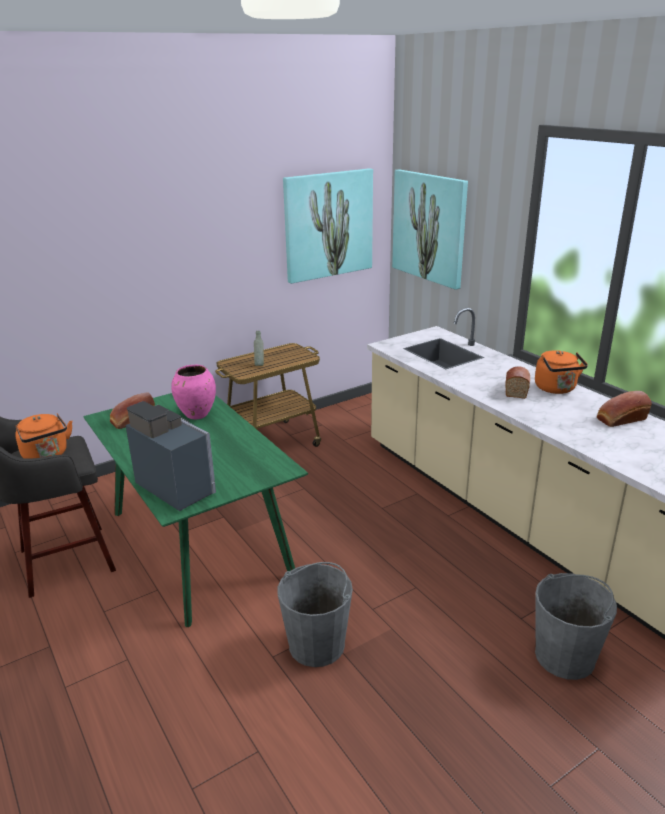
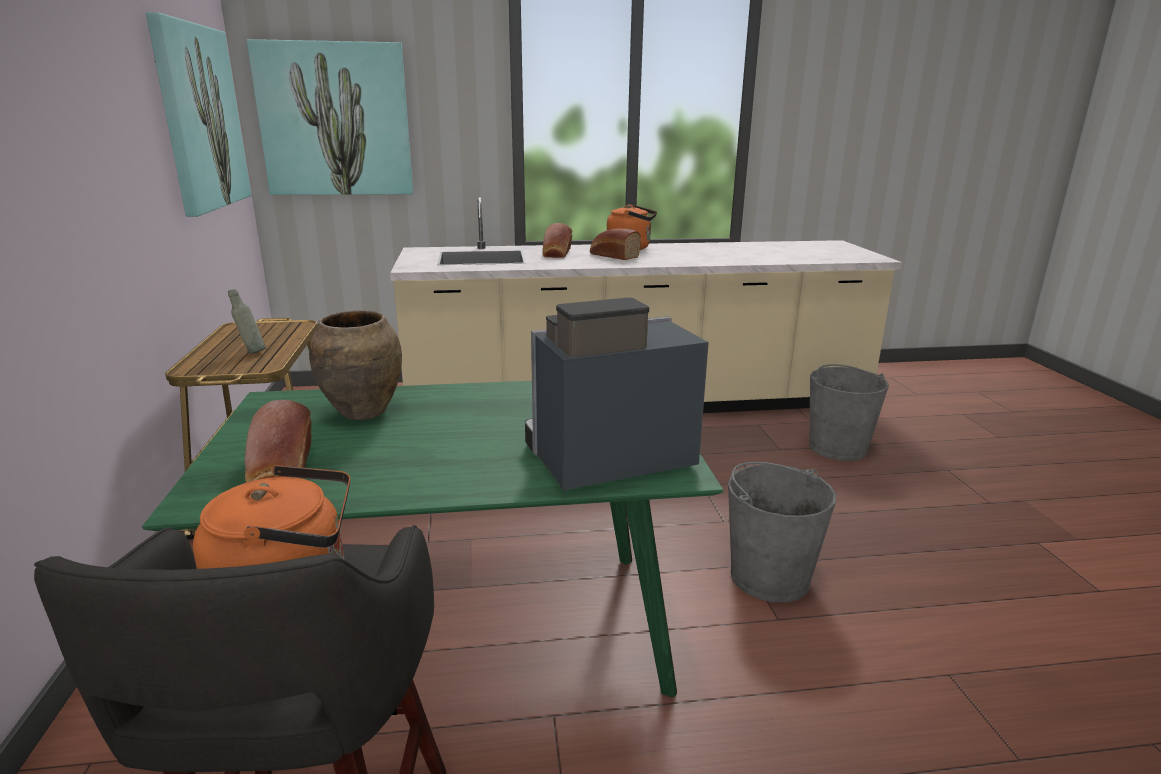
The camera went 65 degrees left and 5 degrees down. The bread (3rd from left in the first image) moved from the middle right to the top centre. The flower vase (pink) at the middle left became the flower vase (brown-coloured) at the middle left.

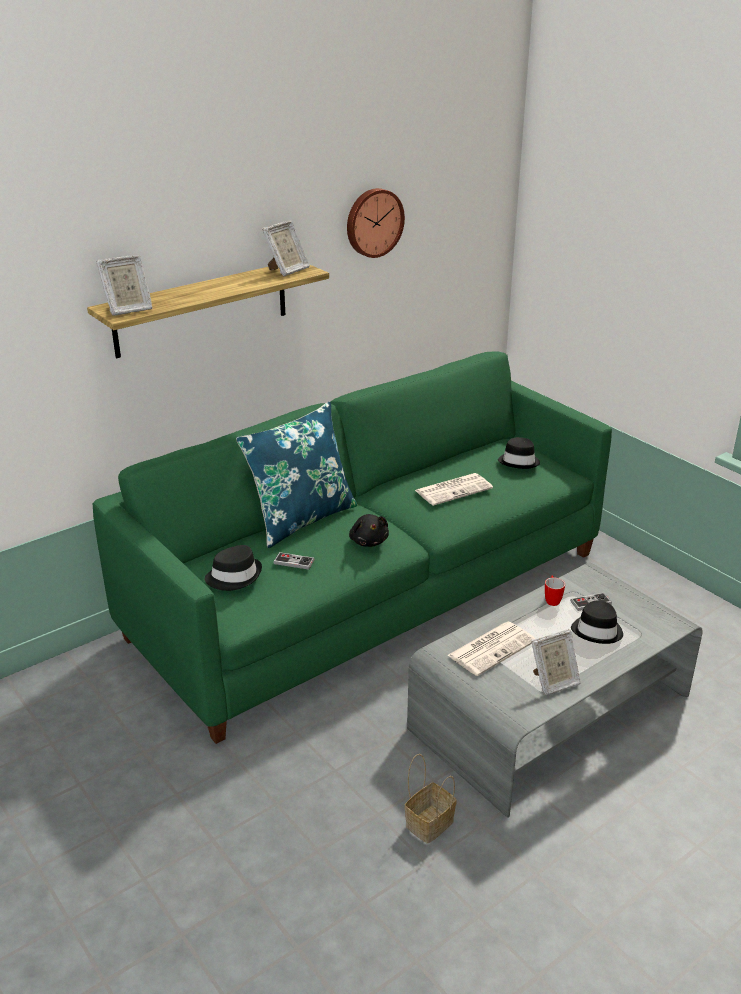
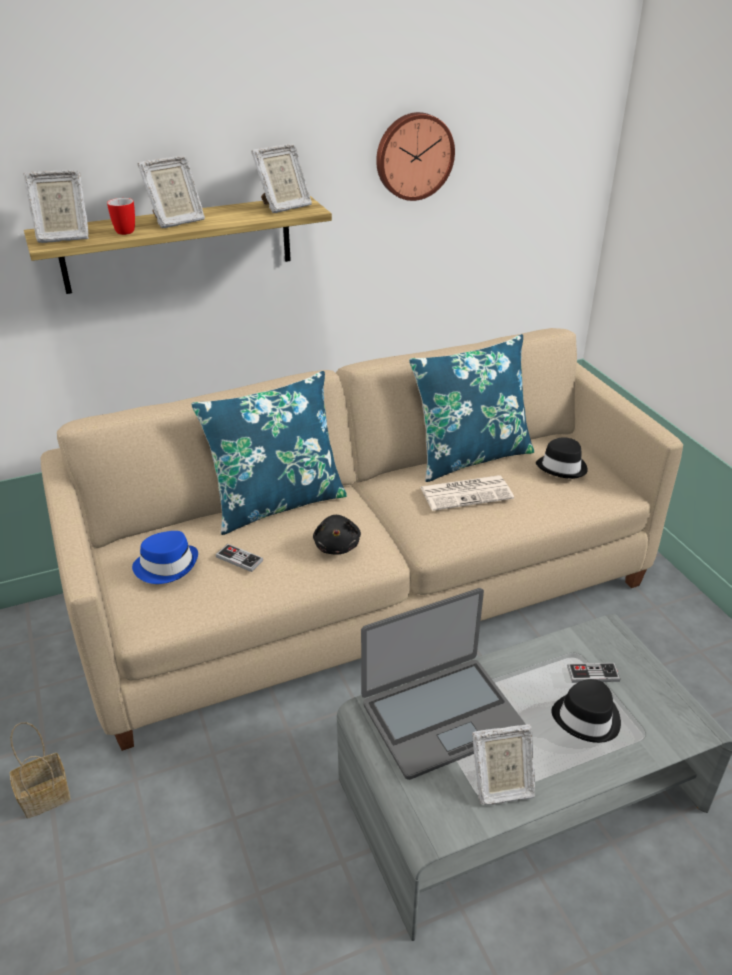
The camera went 15 degrees right and 5 degrees up. The picture frame (2nd from left) at the top left appeared. The throw pillow (bluish) (2nd from left) at the centre appeared. The basket moved from the bottom centre to the bottom left. The mug moved from the middle right to the top left. The daily paper (2nd from left) at the centre was replaced by the notebook computer at the bottom centre. The settee (greenish) at the centre became the settee (beige-coloured) at the centre. The wearable hat (black) (1st from left) at the middle left became the wearable hat (bluish) at the middle left.

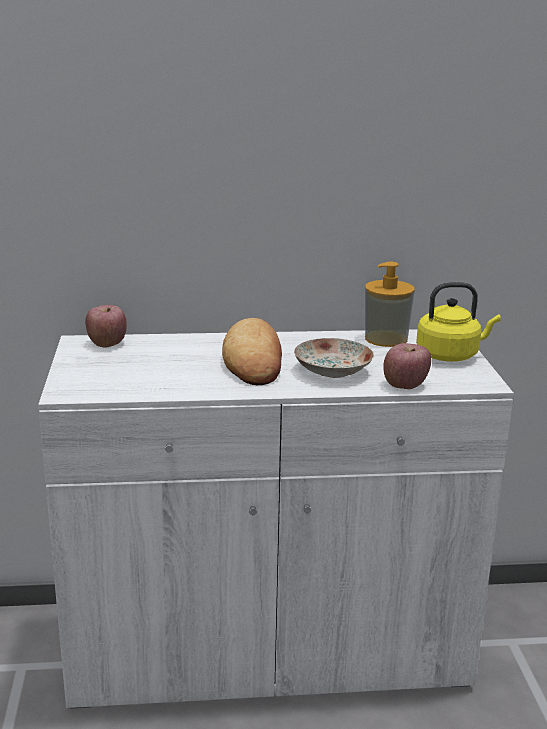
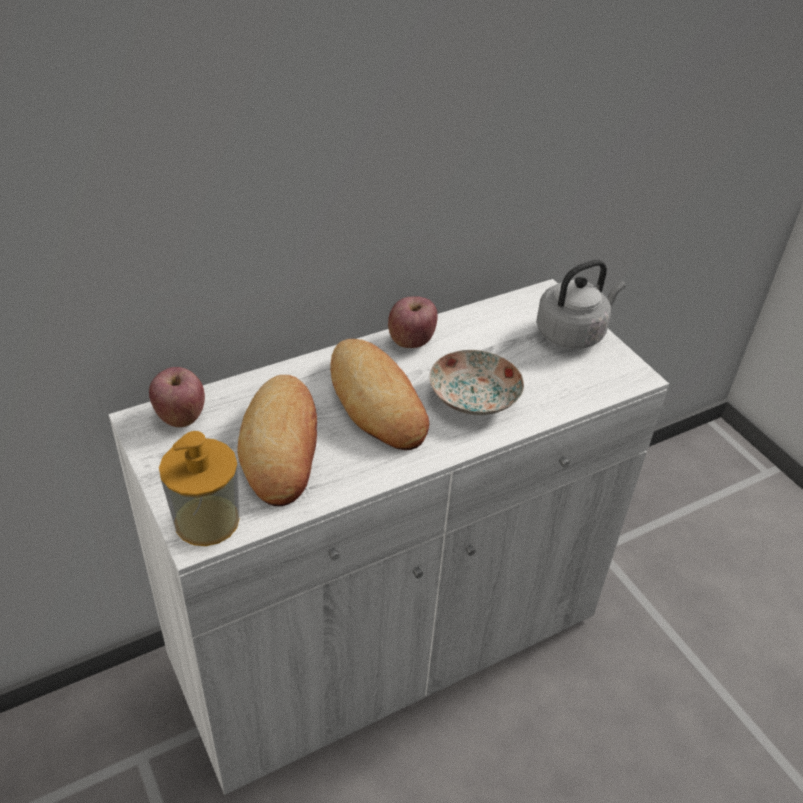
The camera went 25 degrees left and 20 degrees up. The bread (1st from left) at the centre appeared. The soap bottle moved from the middle right to the middle left. The apple (2nd from left) moved from the middle right to the centre. The tea kettle (yellowish) at the middle right became the tea kettle (grey) at the middle right.

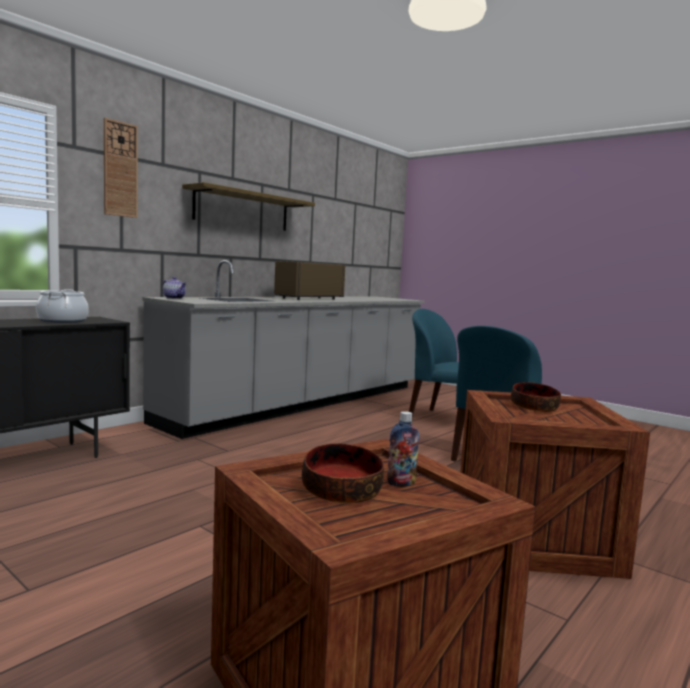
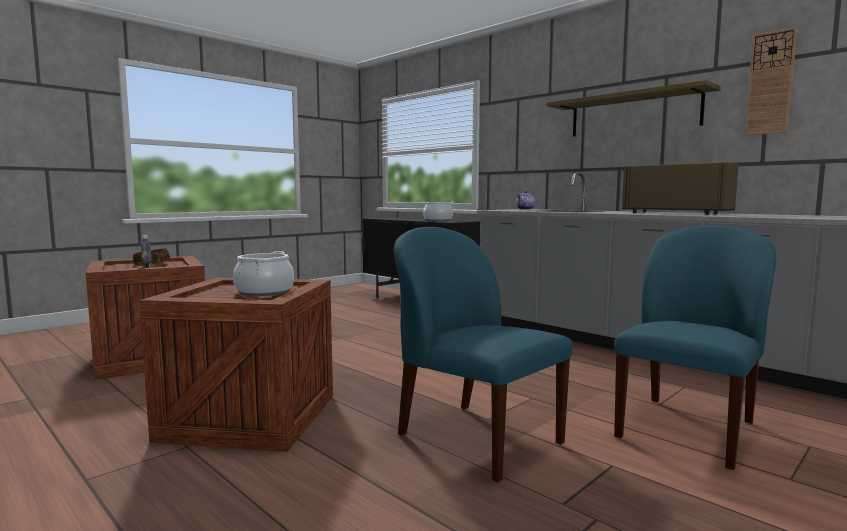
The camera went 95 degrees right and 0 degrees up. The wall clock moved from the top left to the top right. The deep dish (2nd from left) at the middle right was replaced by the cooking pot (1st from left) at the middle left.

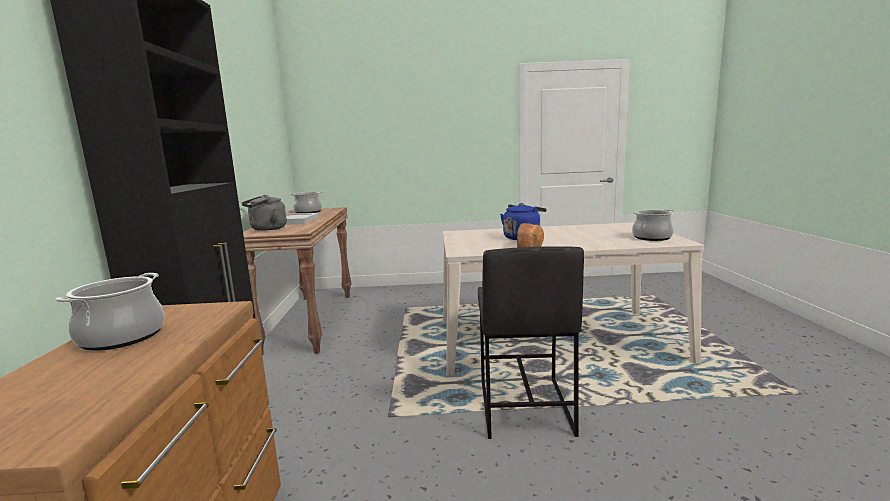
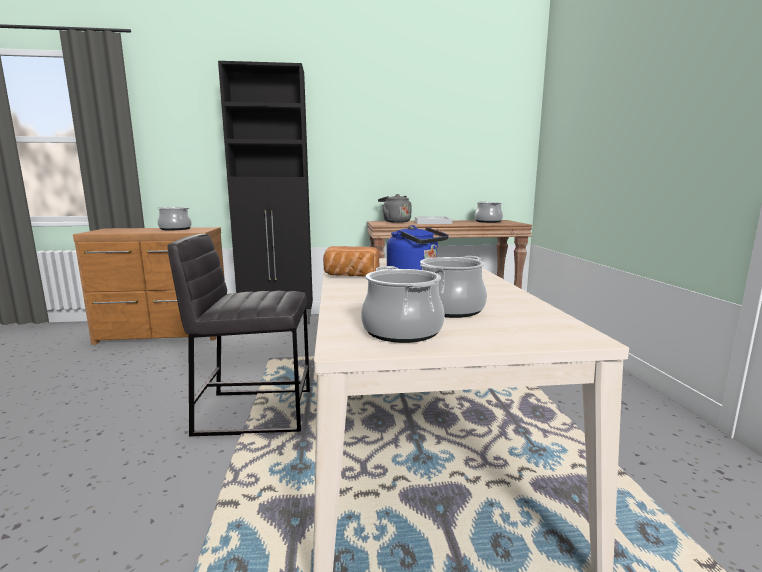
The camera went 85 degrees right and 0 degrees up. The cooking pot (3rd from left) at the centre appeared.

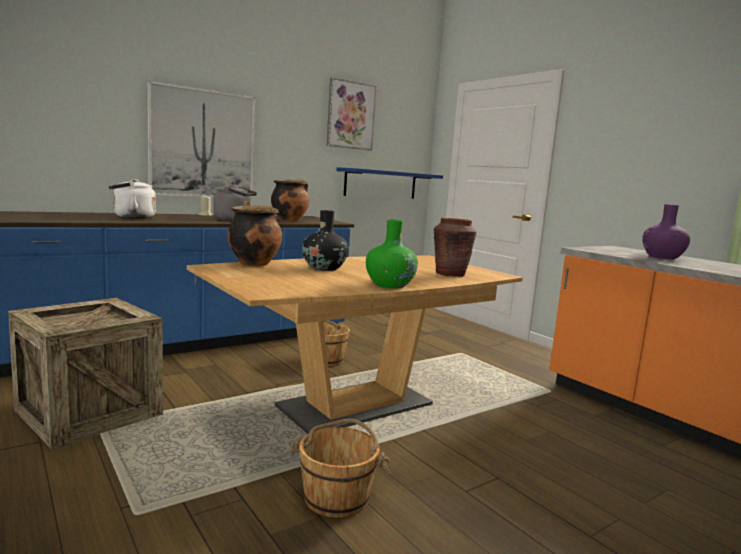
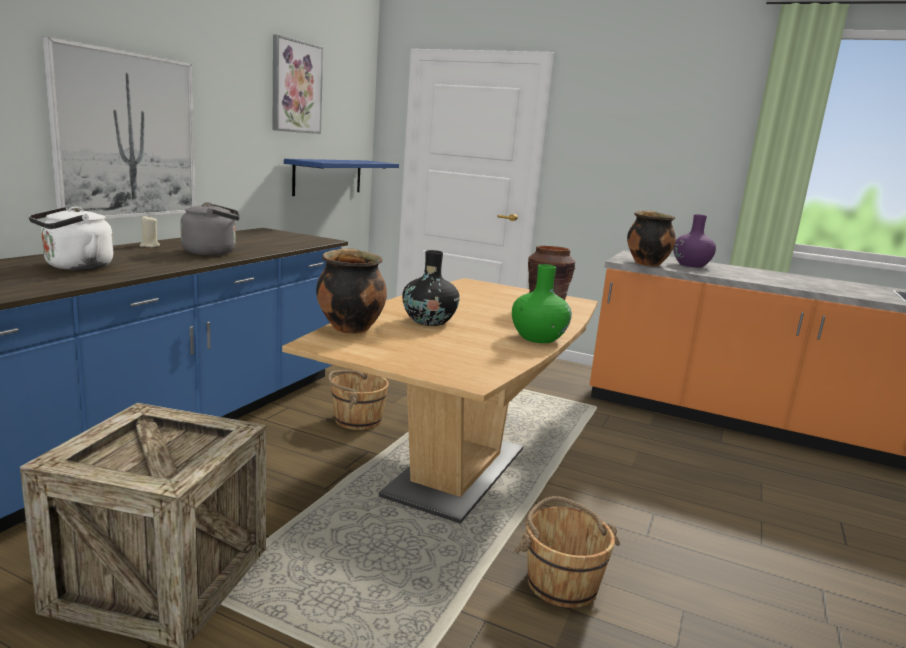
The camera went 30 degrees left and 5 degrees up. The cooking pot (2nd from left) moved from the centre to the middle right.

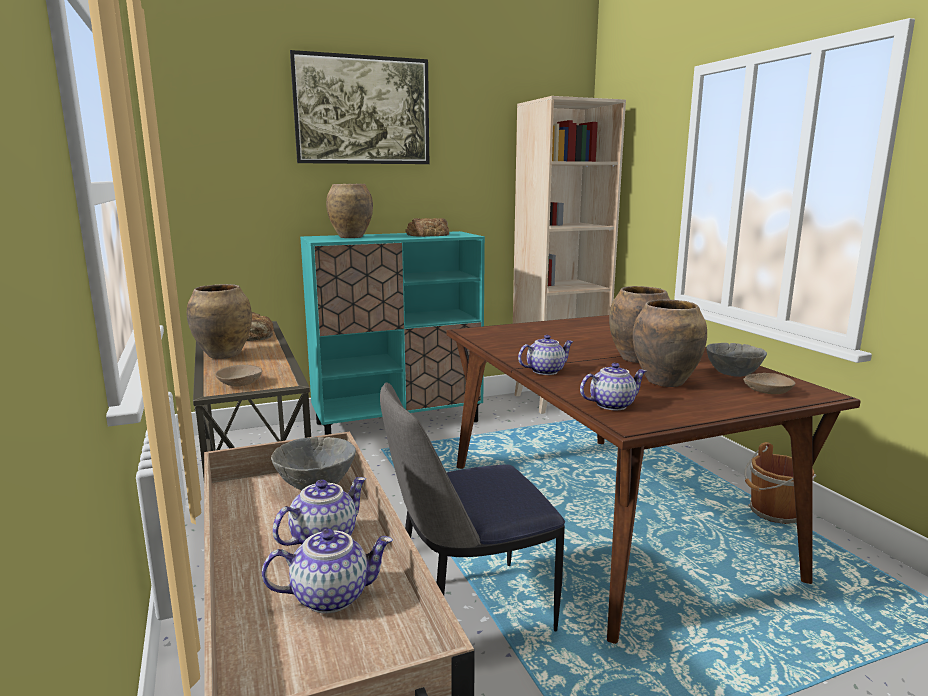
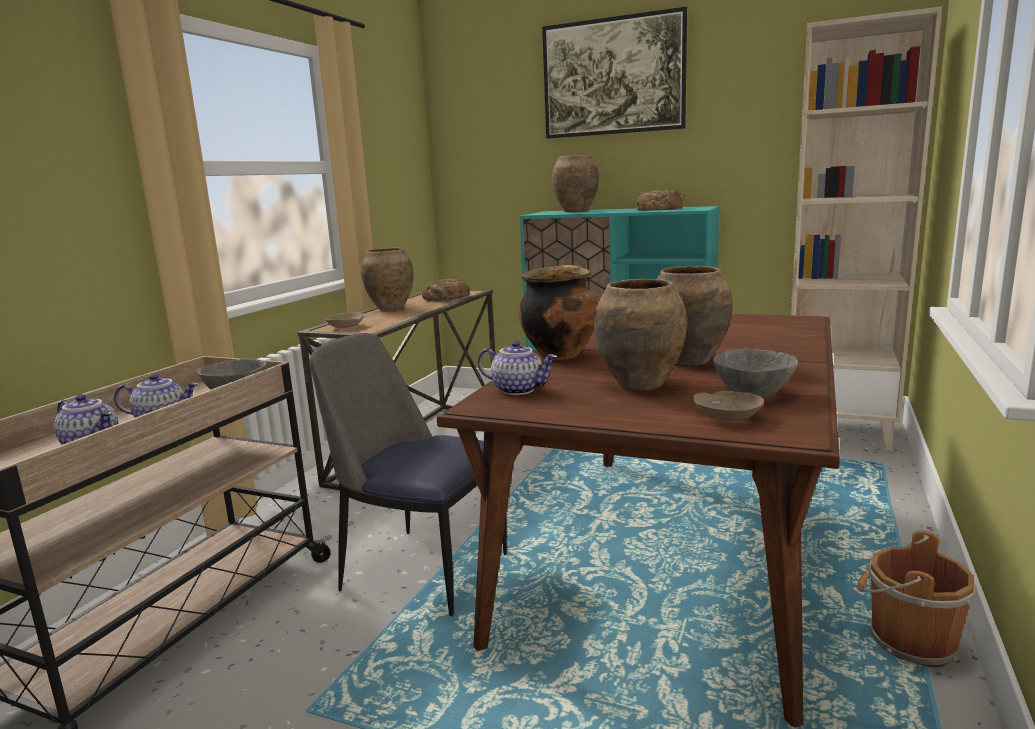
The camera went 45 degrees right and 0 degrees up. The teapot (3rd from left) at the centre was replaced by the cooking pot at the centre.

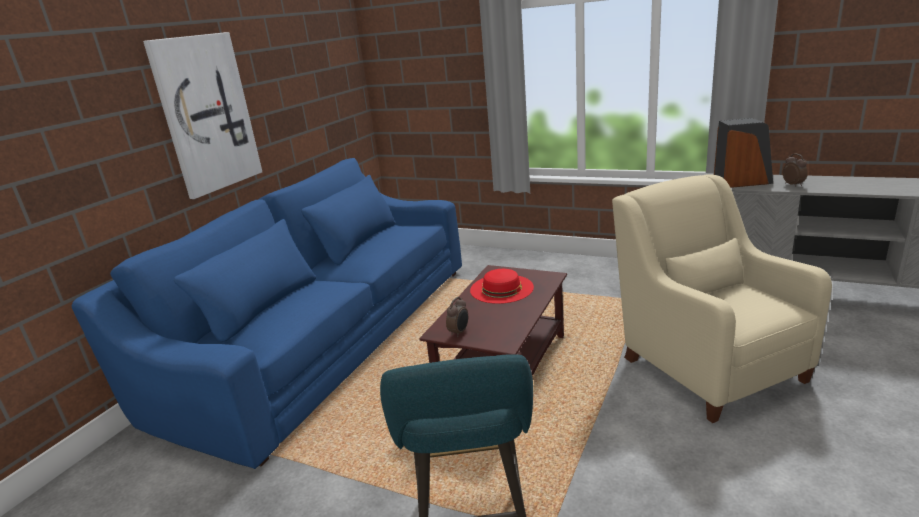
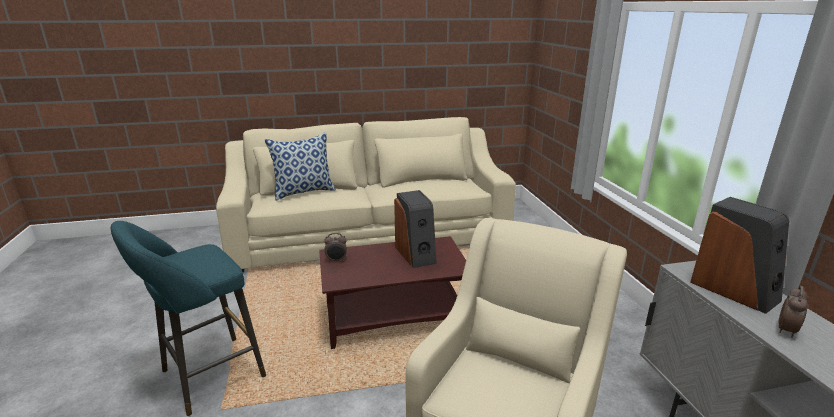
The camera went 50 degrees right and 0 degrees up. The wall picture at the top left disappeared. The throw pillow at the centre appeared. The wearable hat (reddish) at the centre was replaced by the loudspeaker (1st from left) at the centre. The settee (bluish) at the middle left became the settee (beige-coloured) at the centre.

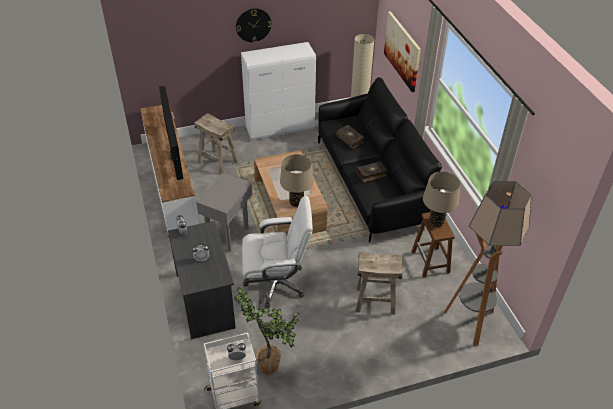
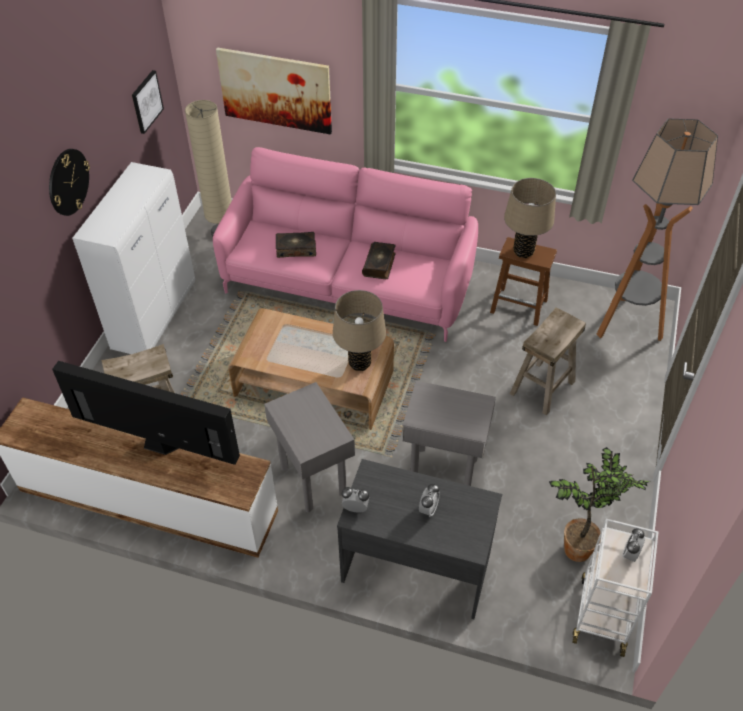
The camera went 55 degrees left and 5 degrees up. The wall picture (1st from left) at the top left appeared. The computer chair (white-coloured) at the centre was replaced by the accent table (grey) (2nd from left) at the centre. The settee (black) at the centre became the settee (pink) at the centre.

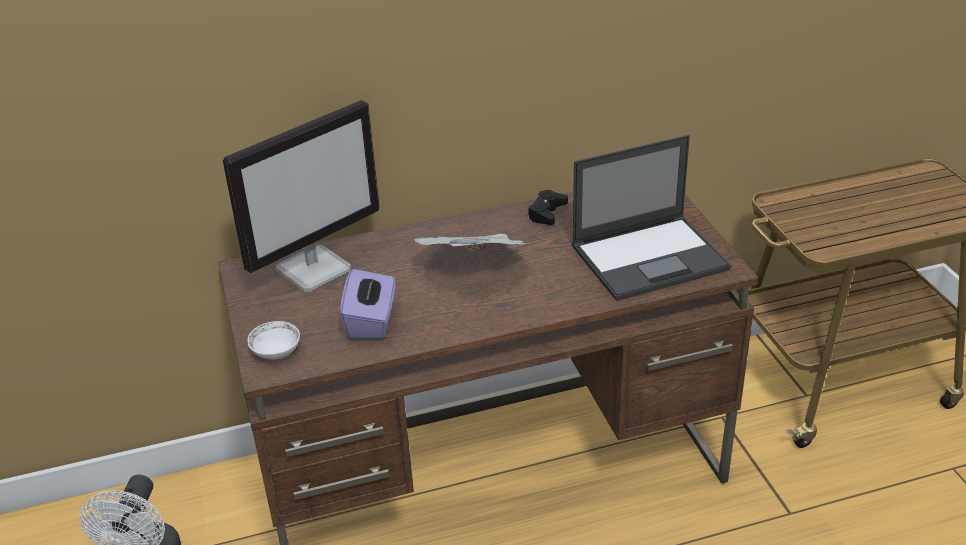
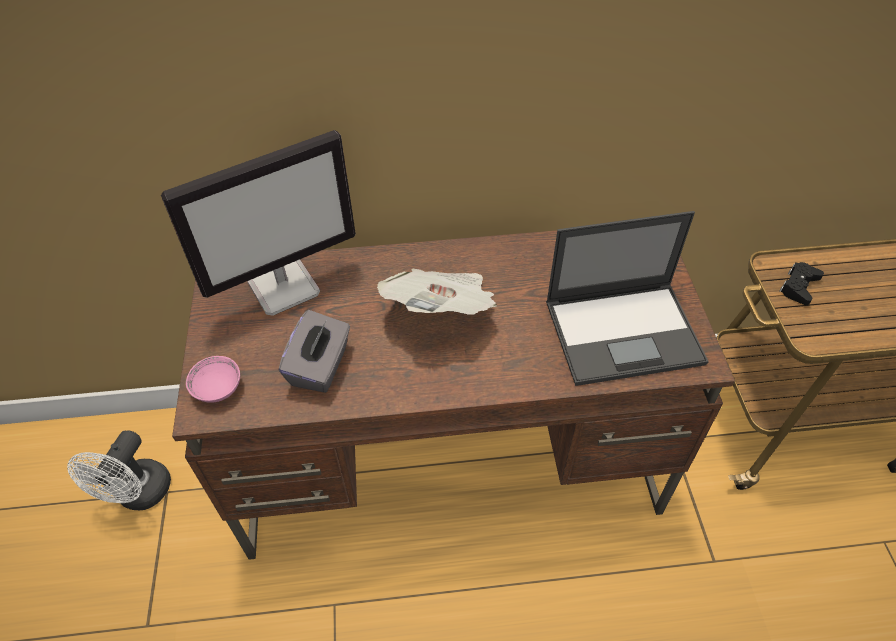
The camera went 10 degrees right and 15 degrees up. The game controller (black) moved from the centre to the middle right. The deep dish (white-coloured) at the middle left became the deep dish (pink) at the middle left. The box of tissues (purplish) at the centre became the box of tissues (grey) at the centre.

